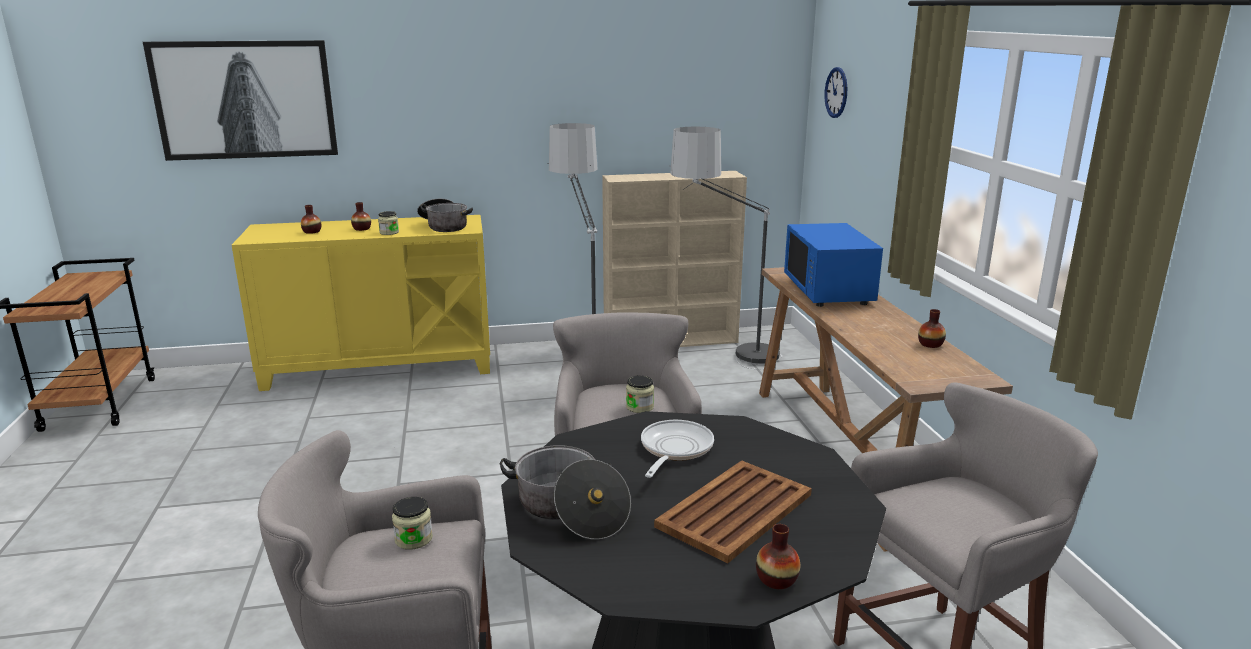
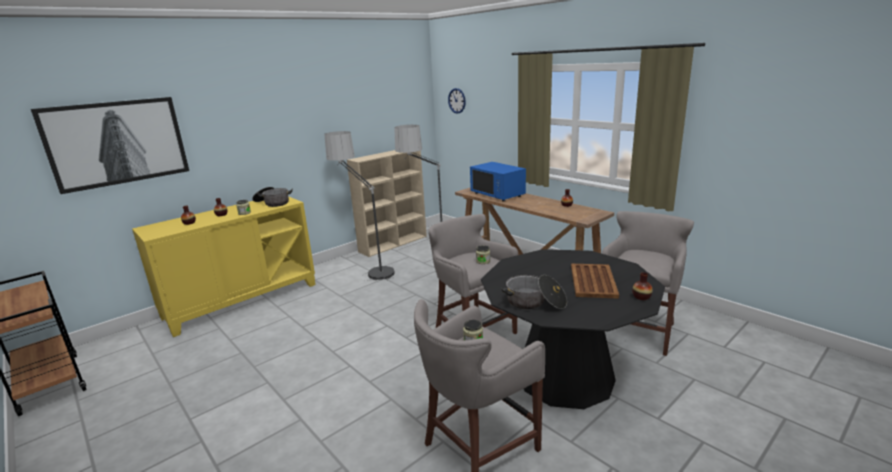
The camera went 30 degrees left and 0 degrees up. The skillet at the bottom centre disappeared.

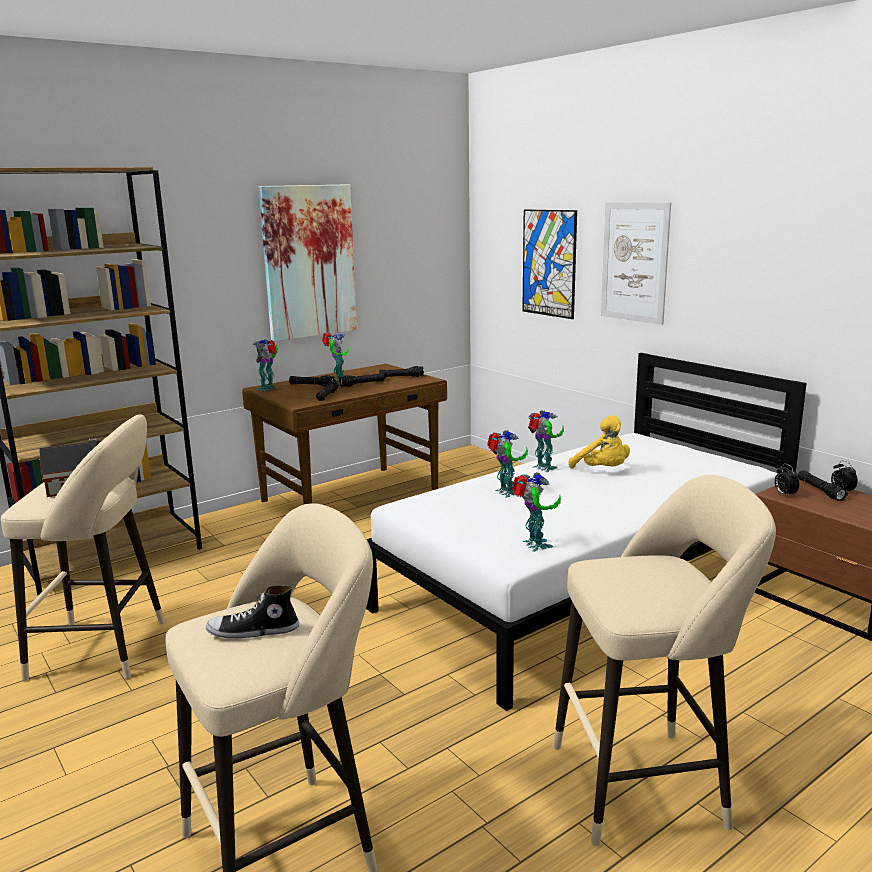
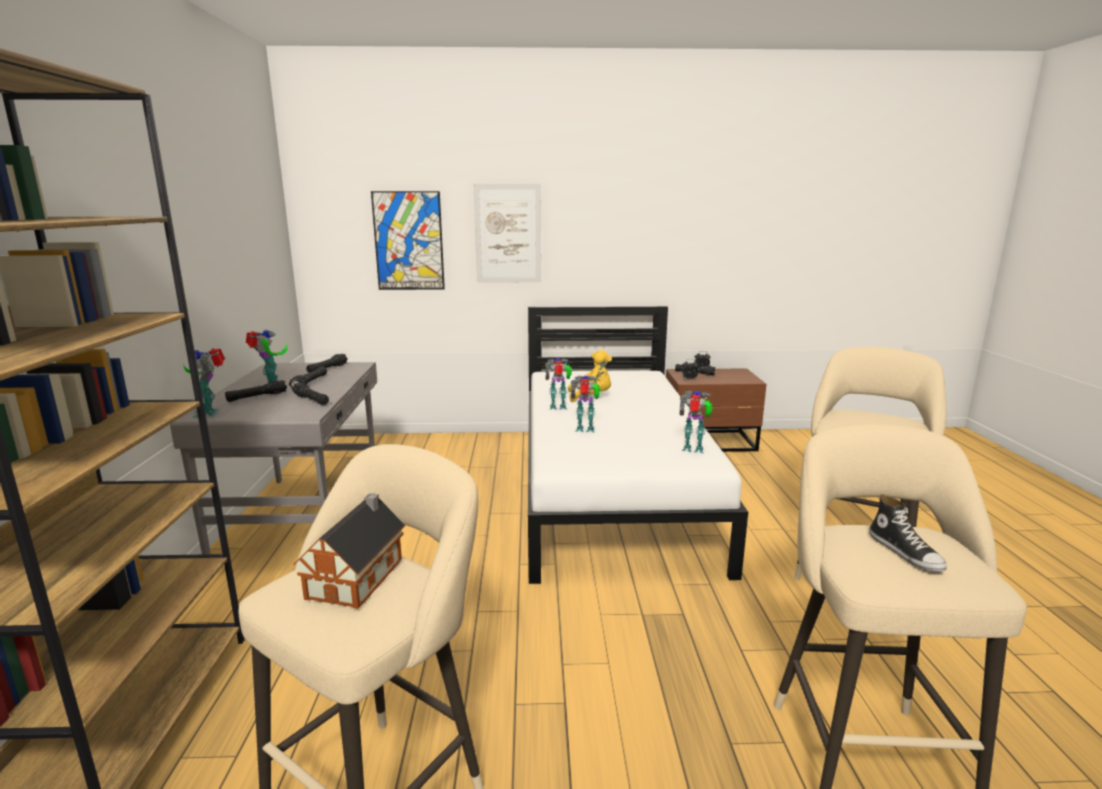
The camera went 55 degrees left and 0 degrees up. The wall picture (1st from left) at the top centre disappeared. The desk unit (brown-coloured) at the centre became the desk unit (grey) at the middle left. The shoe at the bottom left turned 45 degrees counterclockwise.

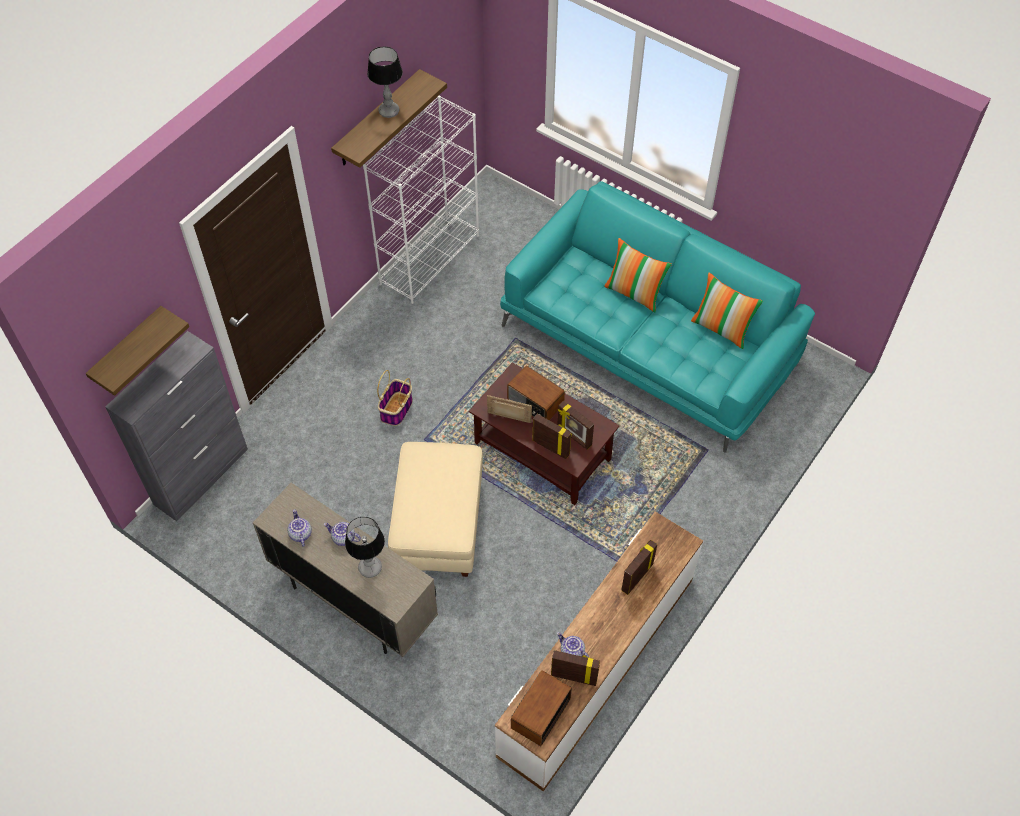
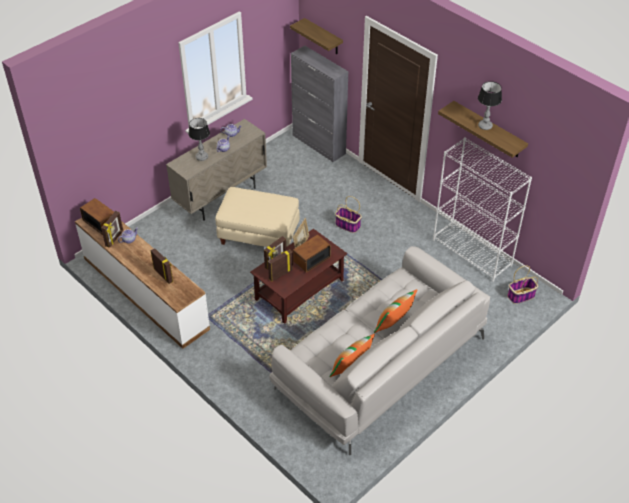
The camera went 100 degrees right and 10 degrees down. The basket (2nd from left) at the middle right appeared. The settee (turquoise) at the centre became the settee (grey) at the bottom centre.

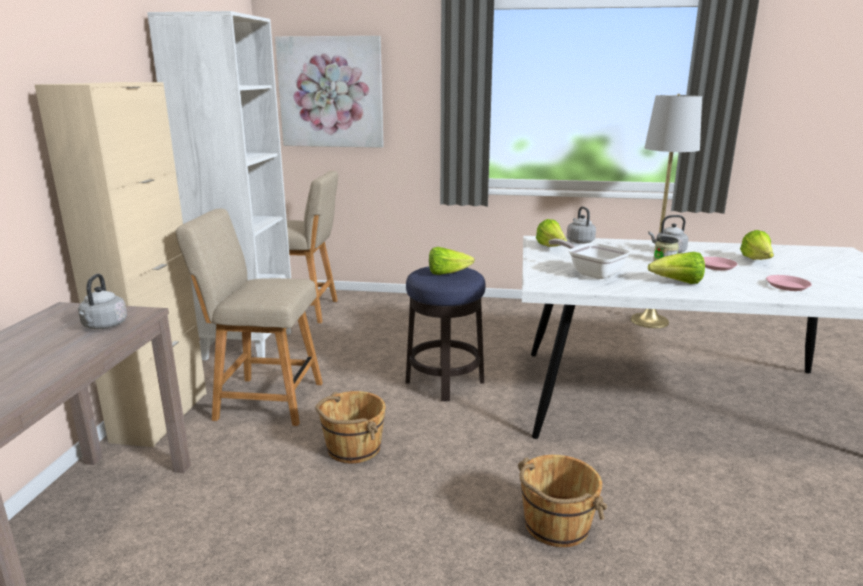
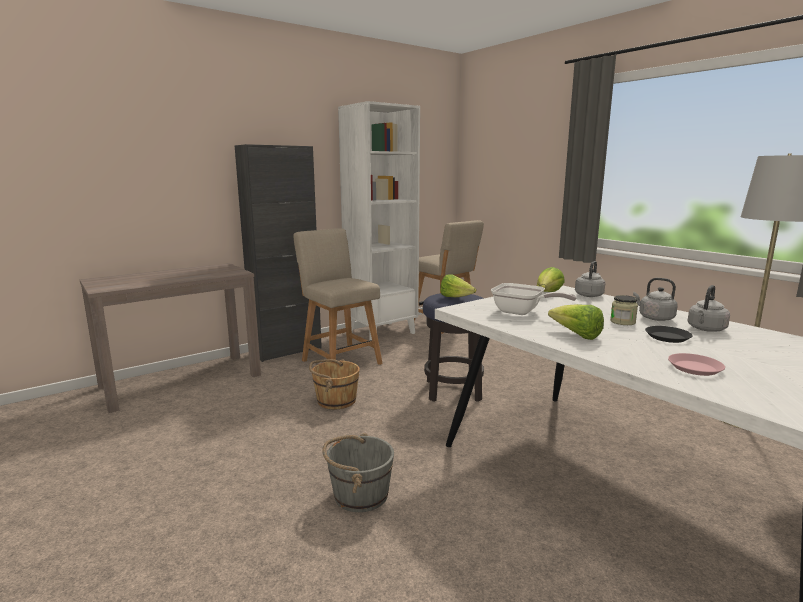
The camera went 45 degrees right and 5 degrees down. The wall picture at the top centre disappeared. The head of lettuce (4th from left) at the middle right disappeared. The tea kettle (grey) (1st from left in the first image) moved from the middle left to the middle right. The cabinet (beige-coloured) at the middle left became the cabinet (black) at the centre. The bucket (brown-coloured) (2nd from left) at the bottom centre became the bucket (grey) at the bottom centre. The plate (pink) (1st from left) at the middle right became the plate (black) at the middle right. The skillet at the middle right turned 120 degrees clockwise.

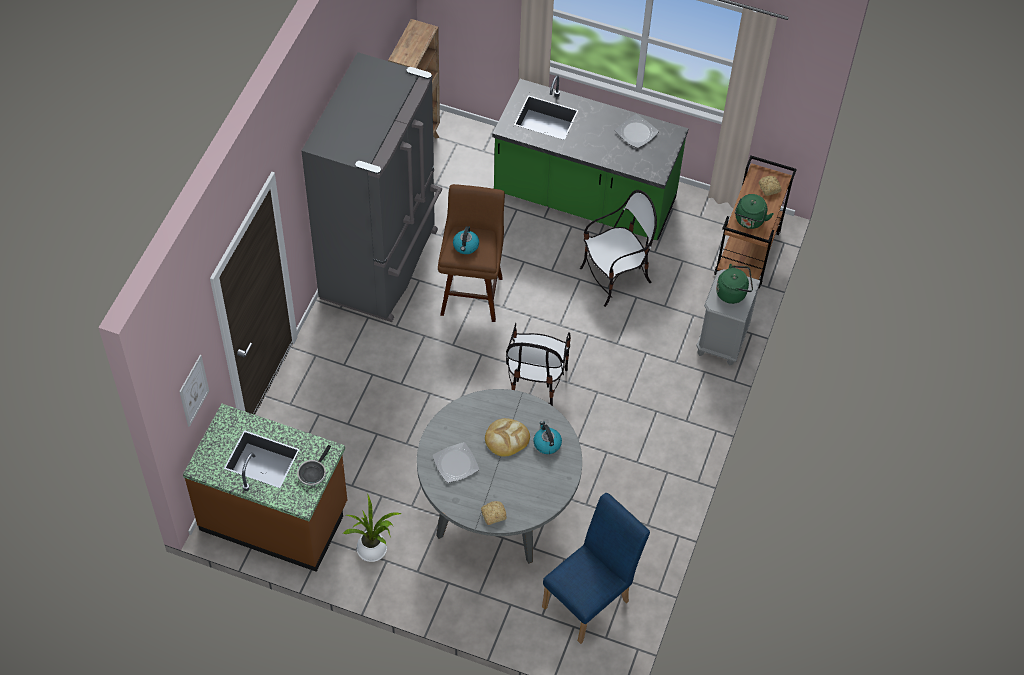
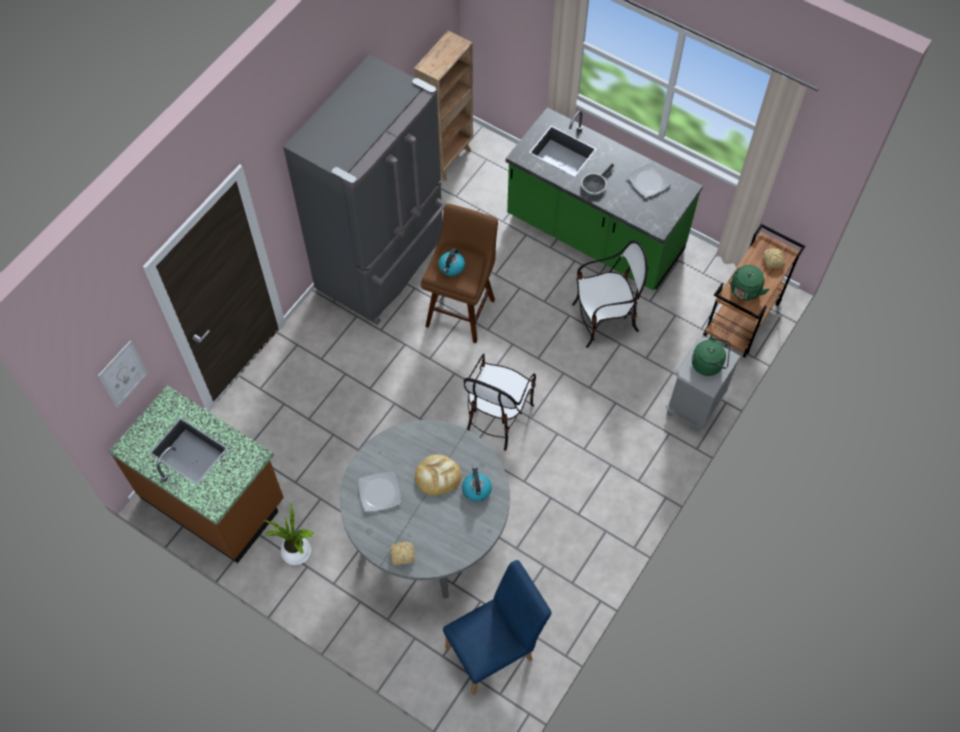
The camera went 15 degrees right and 5 degrees up. The skillet moved from the bottom left to the top centre.

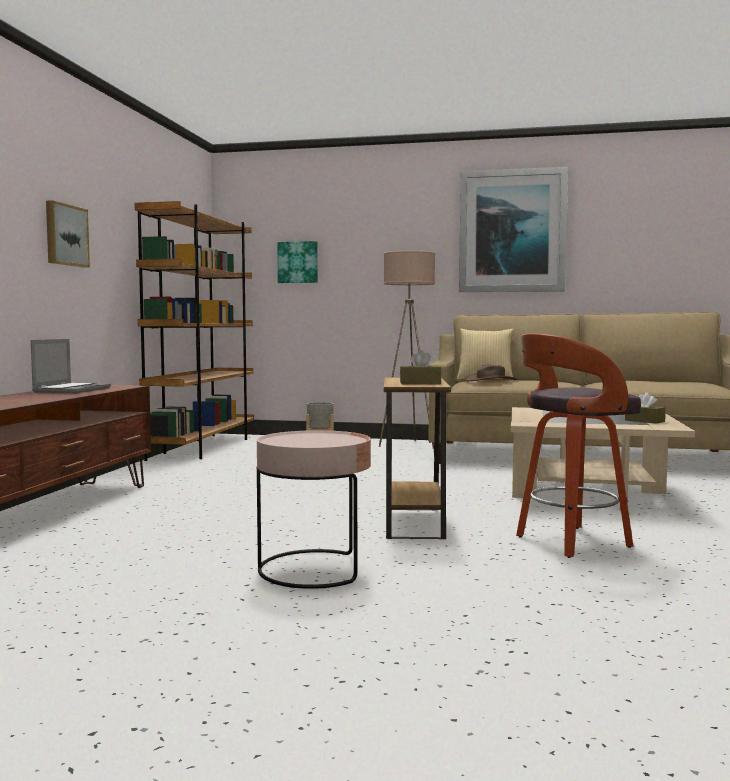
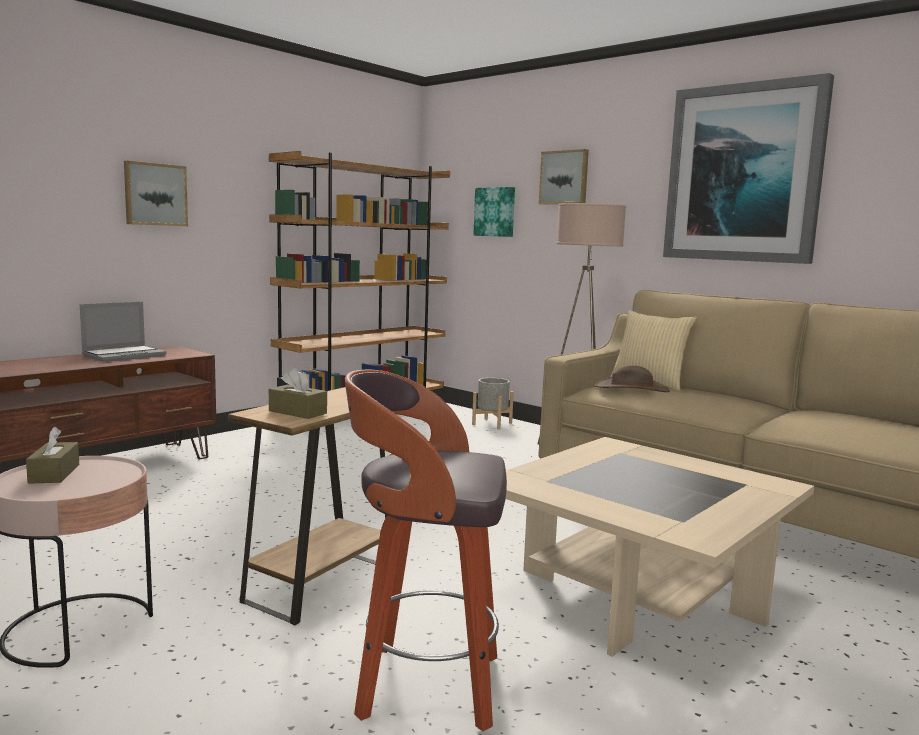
The camera went 30 degrees right and 5 degrees up. The wall picture (3rd from left) at the top centre appeared. The box of tissues (brown-coloured) (2nd from left in the first image) moved from the middle right to the middle left.

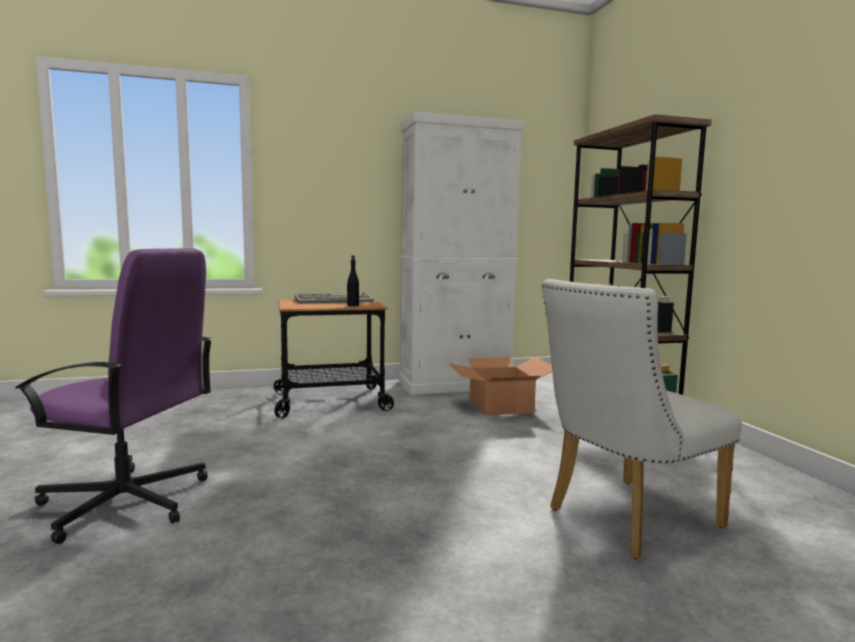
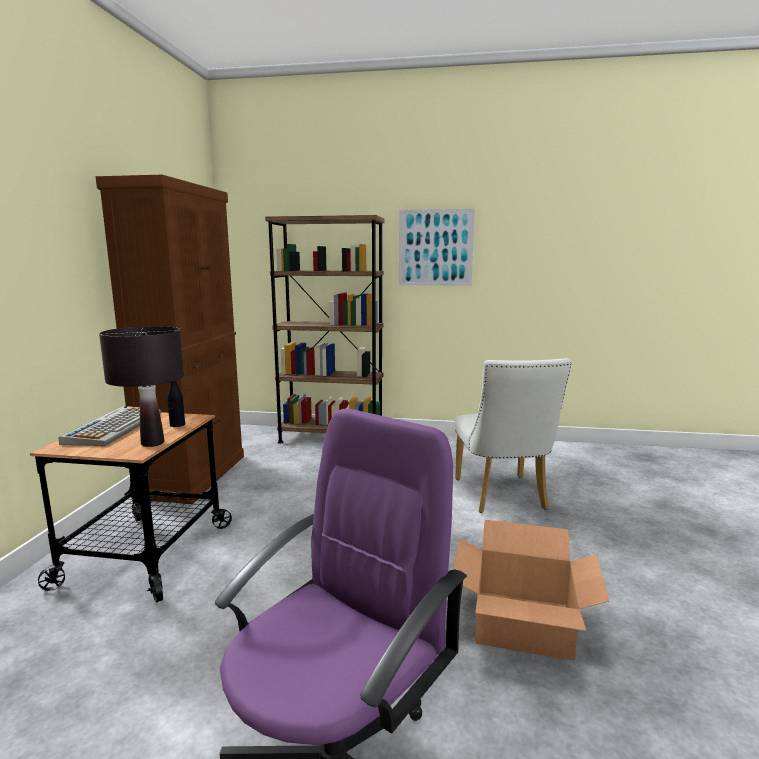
The camera went 65 degrees left and 5 degrees up. The lamp for a table (black) at the middle left appeared. The wall picture at the top centre appeared. The packing box moved from the centre to the bottom right. The cabinet (white-coloured) at the centre became the cabinet (brown-coloured) at the middle left.

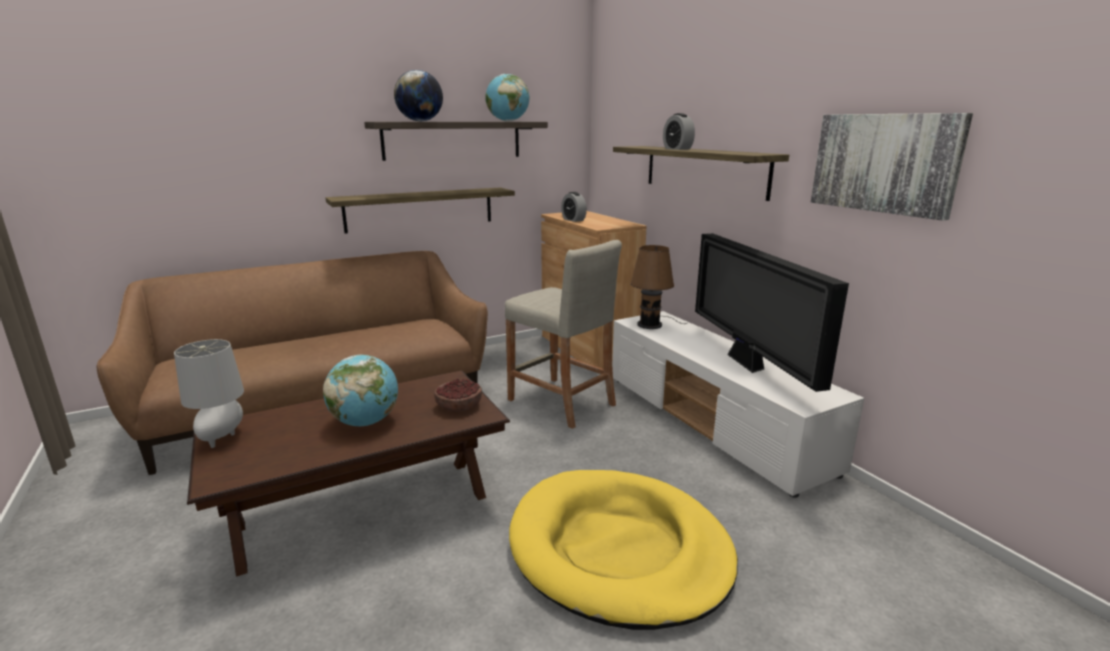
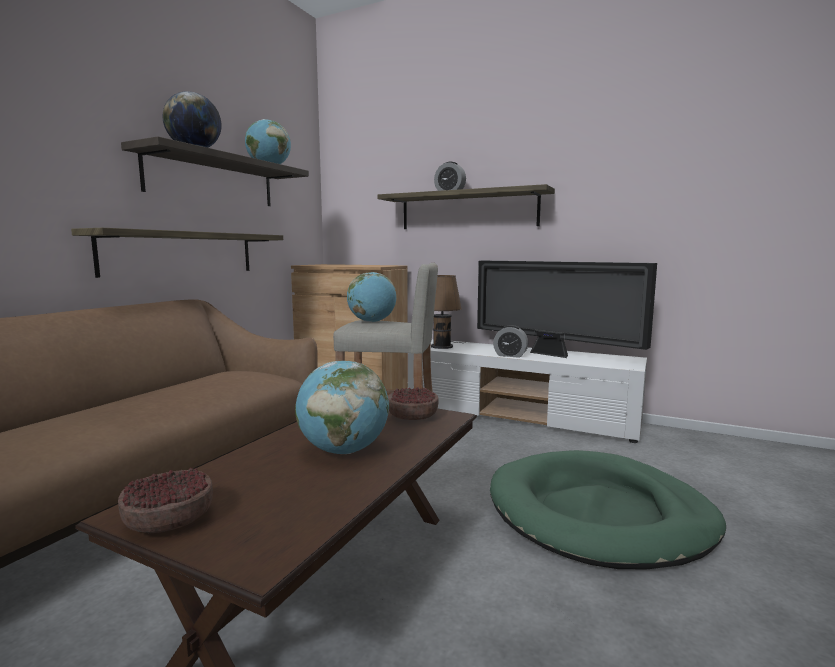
The camera went 35 degrees left and 10 degrees down. The wall picture at the top right disappeared. The globe (4th from left) at the centre appeared. The bedside clock (1st from left in the first image) moved from the top centre to the centre. The lamp for a table (grey) at the middle left was replaced by the deep dish (1st from left) at the bottom left. The pet bed (yellowish) at the bottom centre became the pet bed (greenish) at the bottom right.

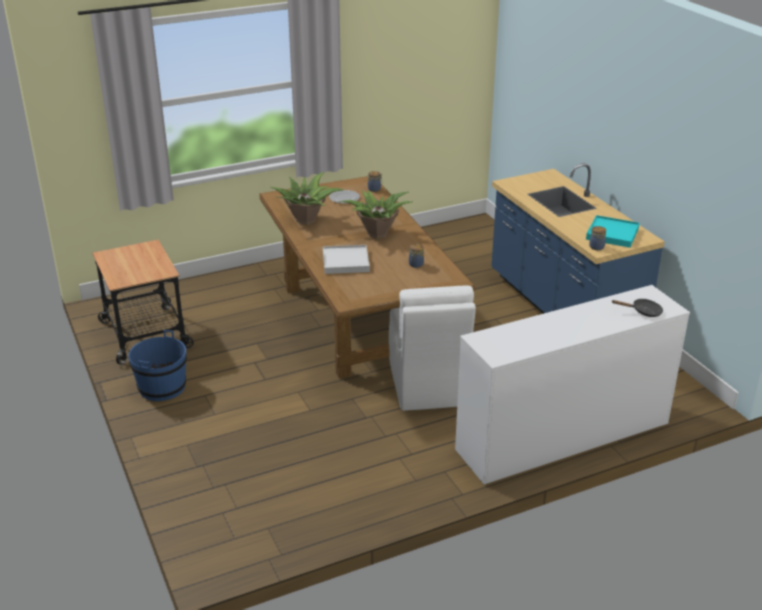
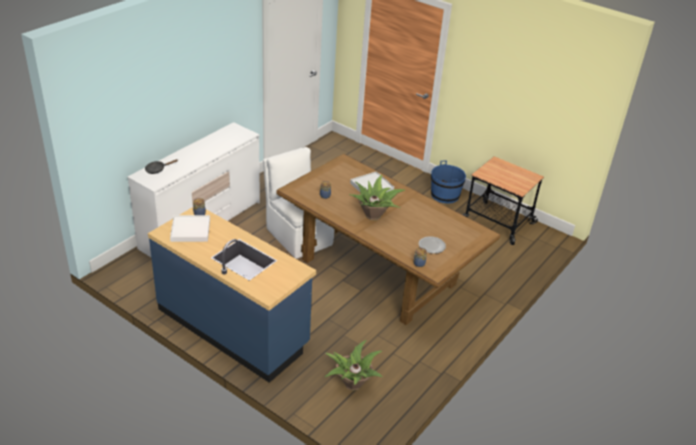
The camera went 150 degrees right and 5 degrees up. The houseplant (1st from left) moved from the top centre to the bottom centre. The tray (turquoise) at the middle right became the tray (white-coloured) (1st from left) at the middle left.

